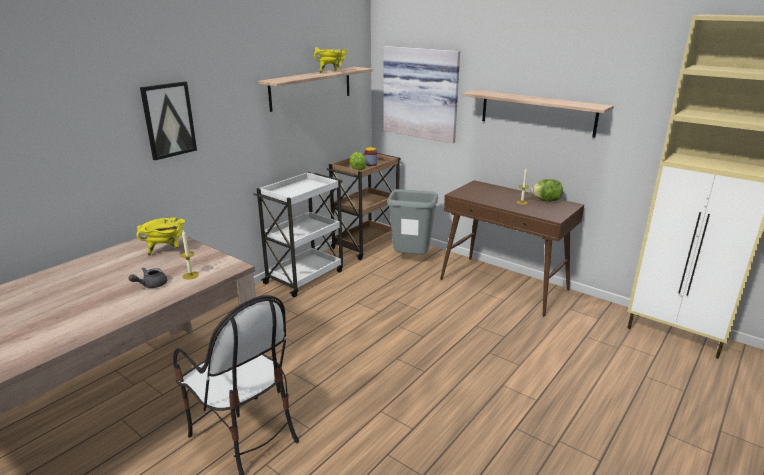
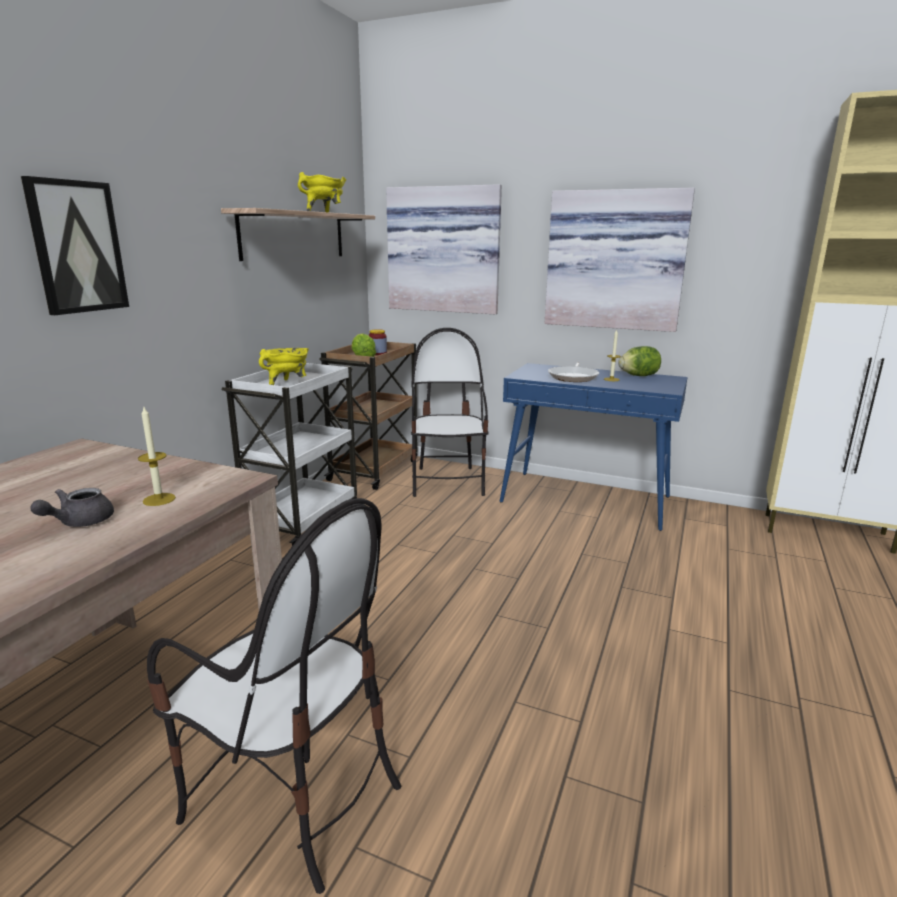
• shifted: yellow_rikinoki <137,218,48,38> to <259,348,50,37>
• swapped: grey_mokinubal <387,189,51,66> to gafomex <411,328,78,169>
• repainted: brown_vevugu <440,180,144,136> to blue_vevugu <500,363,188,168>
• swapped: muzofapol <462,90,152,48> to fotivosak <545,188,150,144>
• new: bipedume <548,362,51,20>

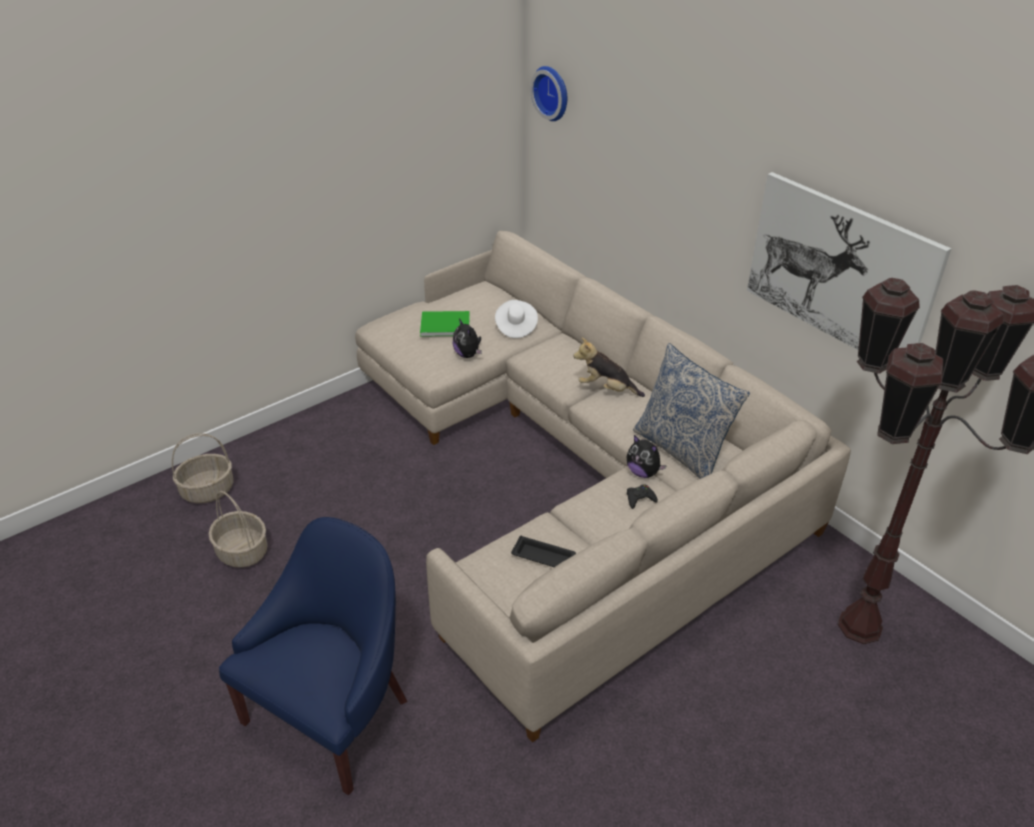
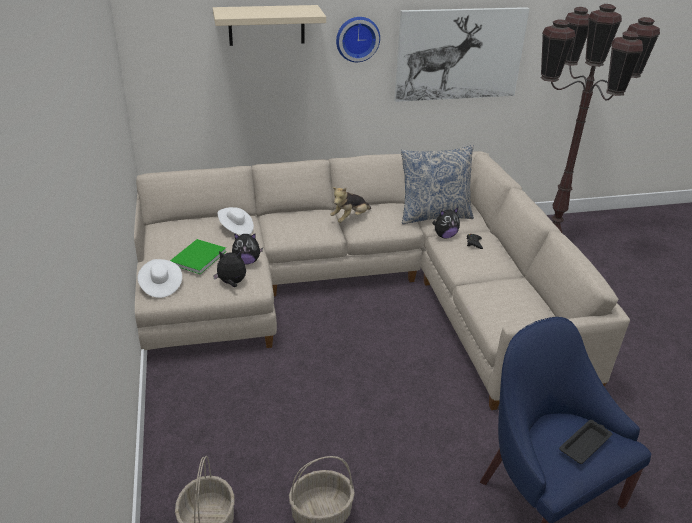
• shifted: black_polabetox <511,536,65,31> to <559,420,53,44>
• shifted: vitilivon <530,66,37,55> to <336,17,44,45>
• new: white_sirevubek <138,259,44,39>
• new: beige_muzofapol <213,5,113,41>
• new: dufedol <213,251,33,36>

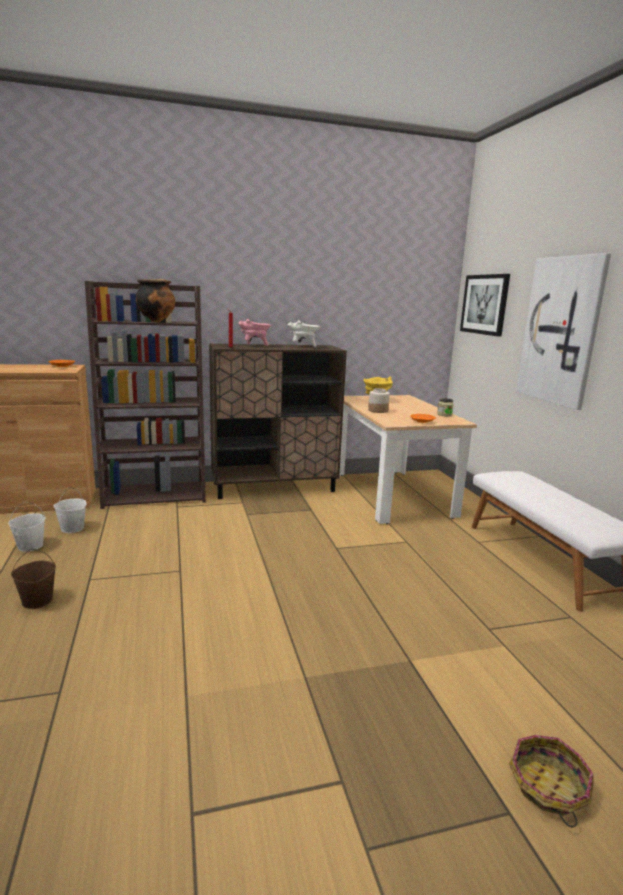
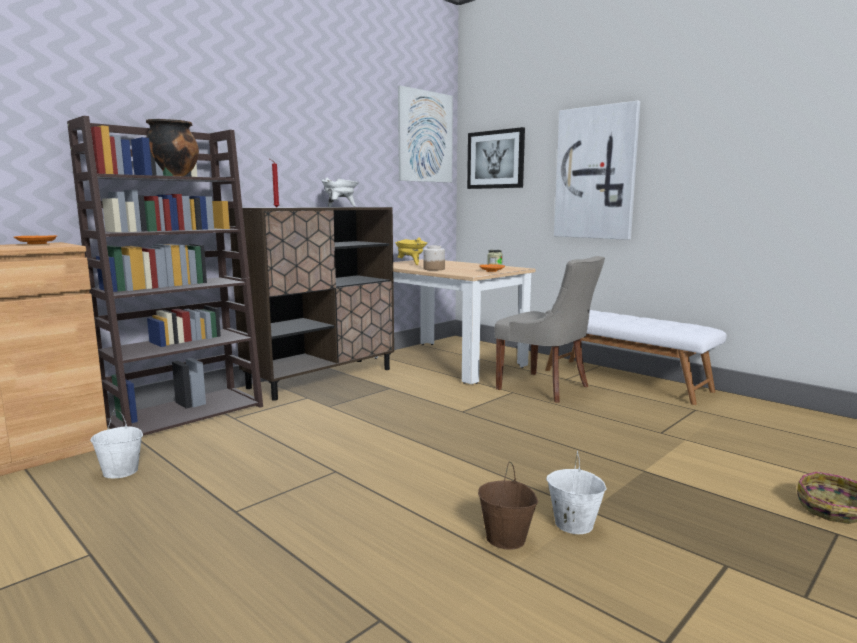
• shifted: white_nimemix <8,502,38,50> to <546,451,60,83>
• shifted: brown_nimemix <11,549,45,60> to <478,462,60,88>
• gone: pink_rikinoki <238,319,33,27>
• new: fotivosak <398,85,55,98>
• new: grey_gafomex <494,256,111,147>

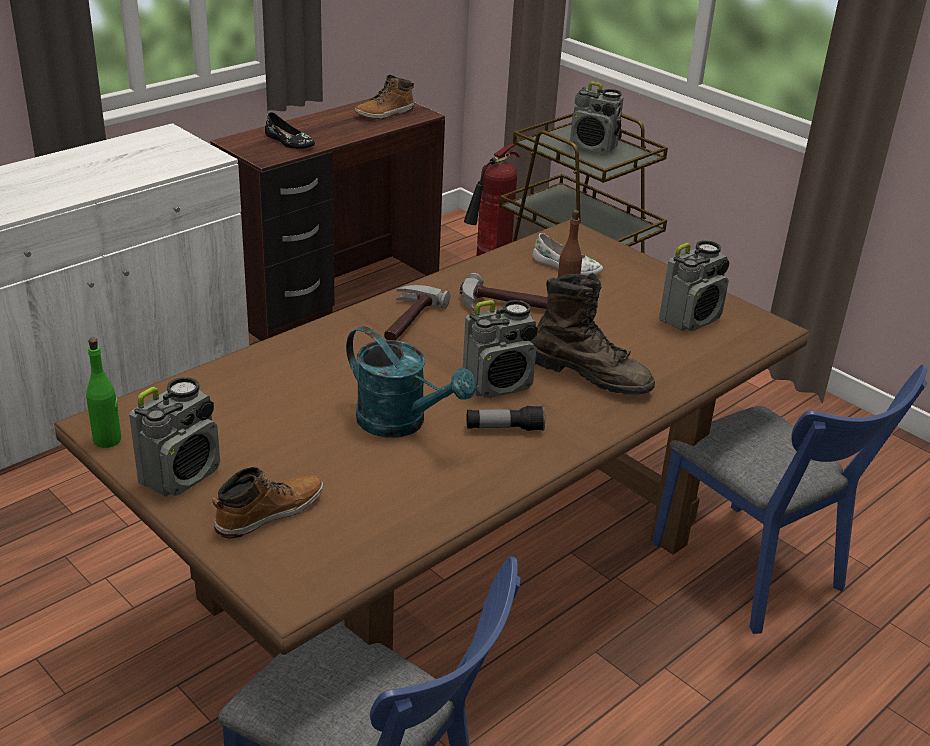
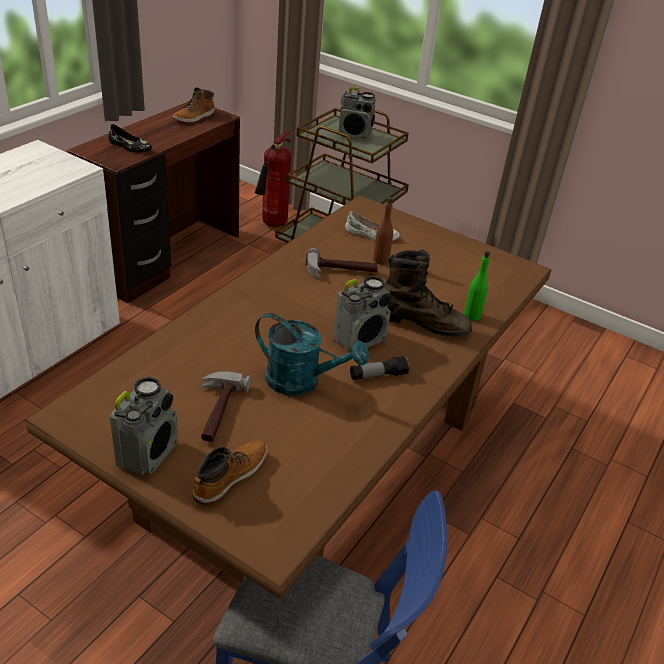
• shifted: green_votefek <86,338,36,110> to <464,250,26,71>
• shifted: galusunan <384,285,66,55> to <201,371,50,71>
• gone: blue_gafomex <652,365,276,269>
• gone: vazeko <659,240,70,91>

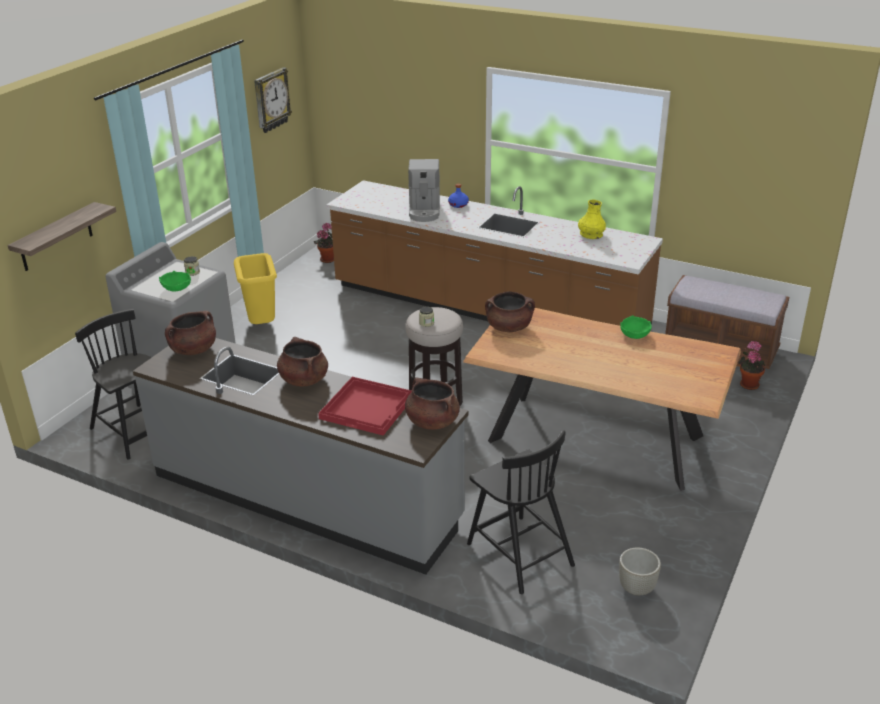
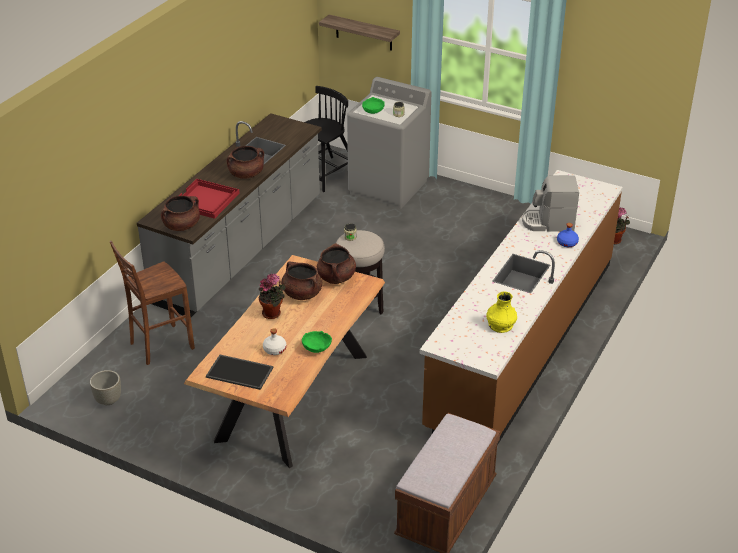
• shifted: brown_rikinoki <165,311,51,44> to <281,261,41,39>
• gone: yellow_mokinubal <234,253,43,71>
• gone: vitilivon <254,67,38,66>
• swapped: black_gafomex <467,430,108,164> to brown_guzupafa <110,241,85,124>
• shifted: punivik <739,341,26,49> to <259,273,27,46>
• new: polabetox <206,355,67,35>
• new: white_votefek <263,328,23,27>

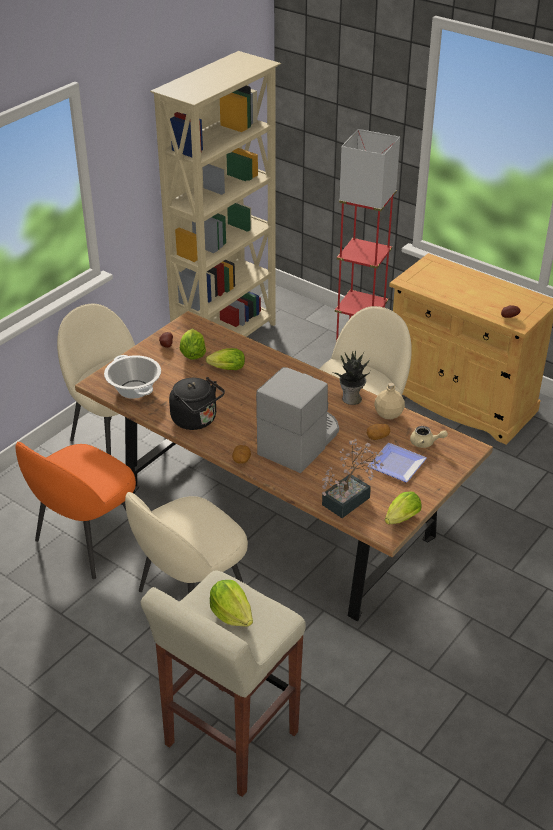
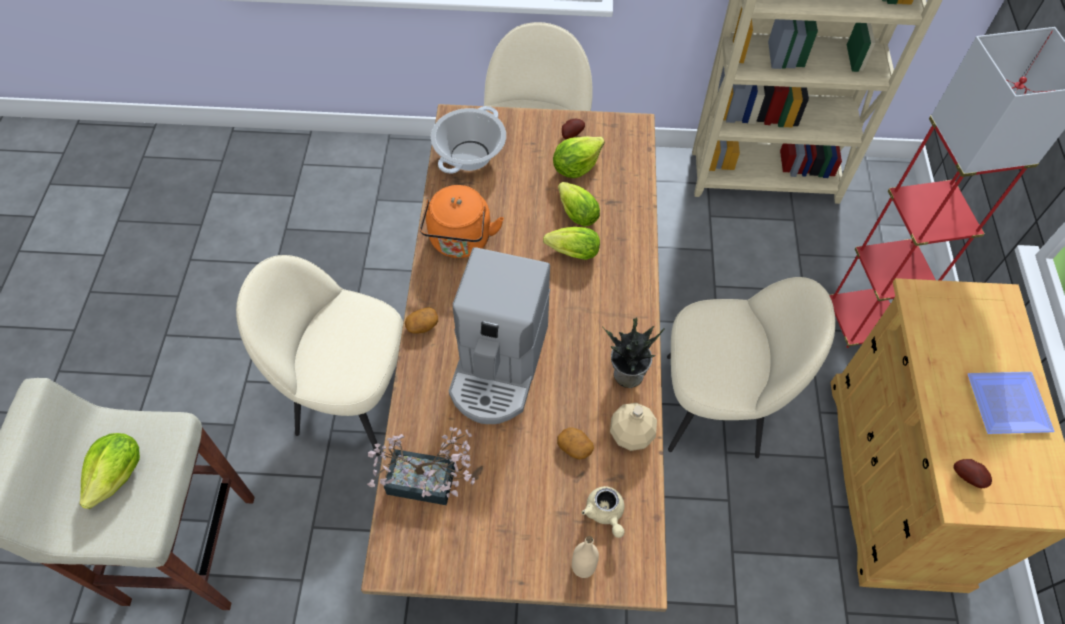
• gone: orange_gafomex <16,442,120,137>
• repainted: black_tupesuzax <169,377,56,53> to orange_tupesuzax <420,185,84,73>
• rotated: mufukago <256,367,83,106> = <449,247,101,177> 105 degrees clockwise
• shifted: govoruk <368,443,59,39> to <968,372,86,62>
• shifted: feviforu <385,491,37,33> to <543,227,57,33>
• new: beige_votefek <572,536,27,42>

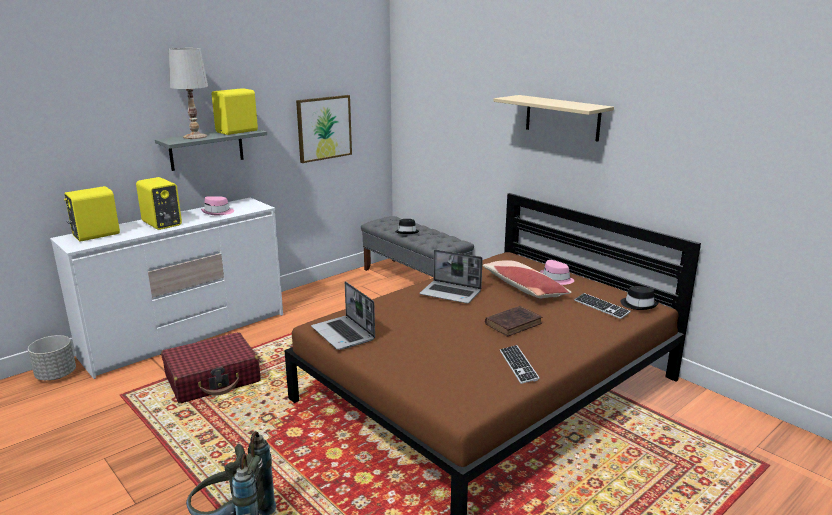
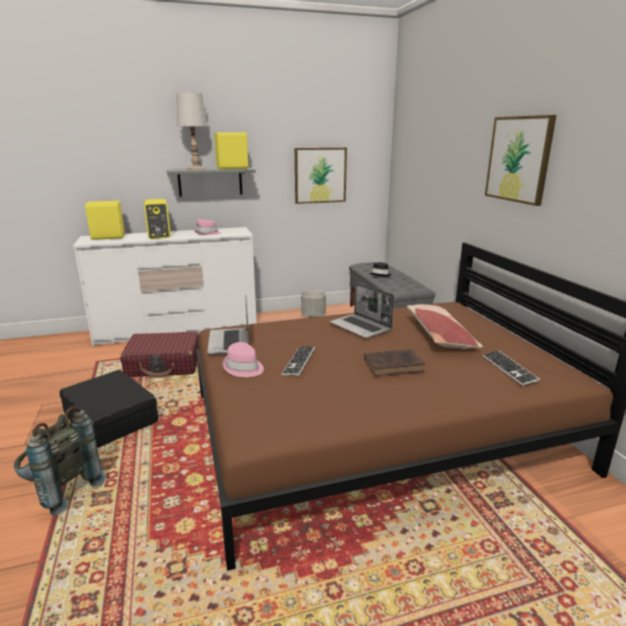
• shifted: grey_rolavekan <28,335,48,45> to <301,290,25,28>
• swapped: beige_muzofapol <494,95,120,47> to fotivosak <485,115,71,91>
• shifted: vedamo <500,345,40,39> to <281,346,34,30>
• shifted: pink_sirevubek <540,260,34,25> to <222,342,42,35>
• gone: black_sirevubek <621,286,37,24>
• new: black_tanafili <60,370,98,78>

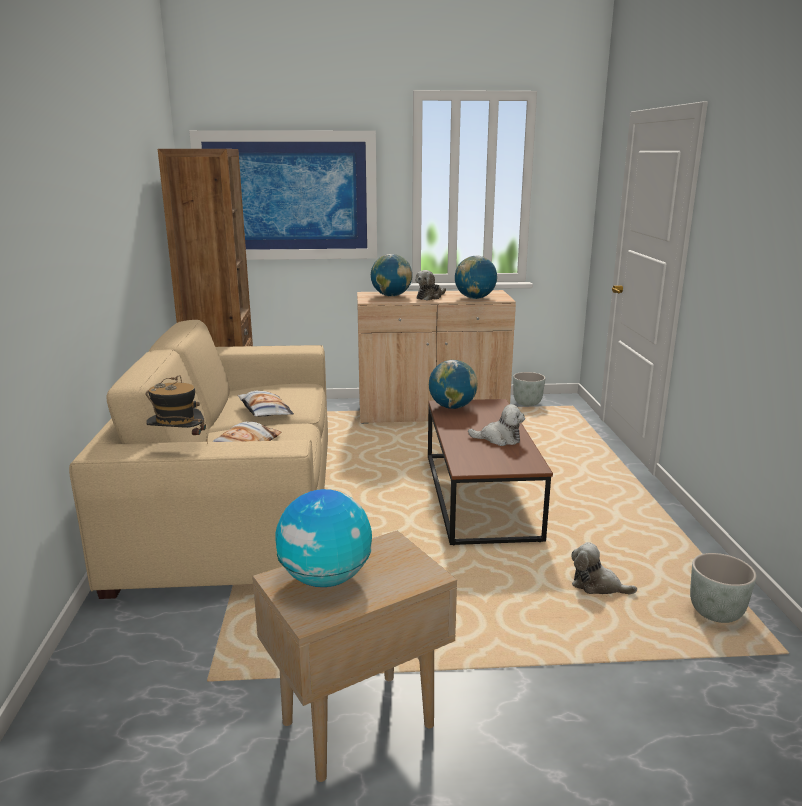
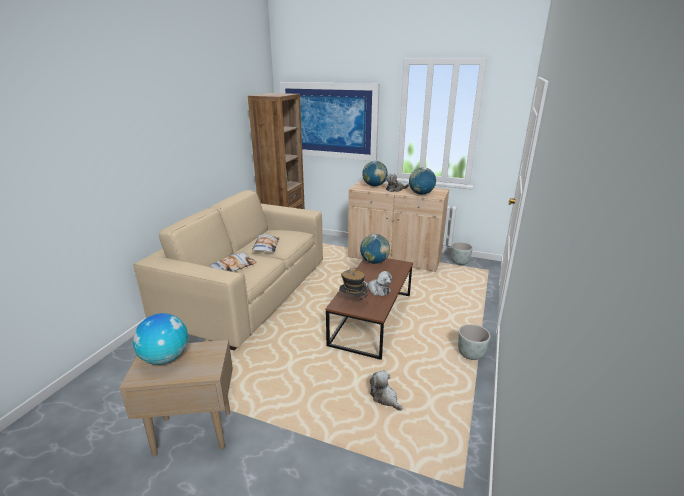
• shifted: sirevubek <145,375,63,69> to <339,267,29,35>
• shifted: grey_rolavekan <690,553,67,70> to <458,324,32,36>

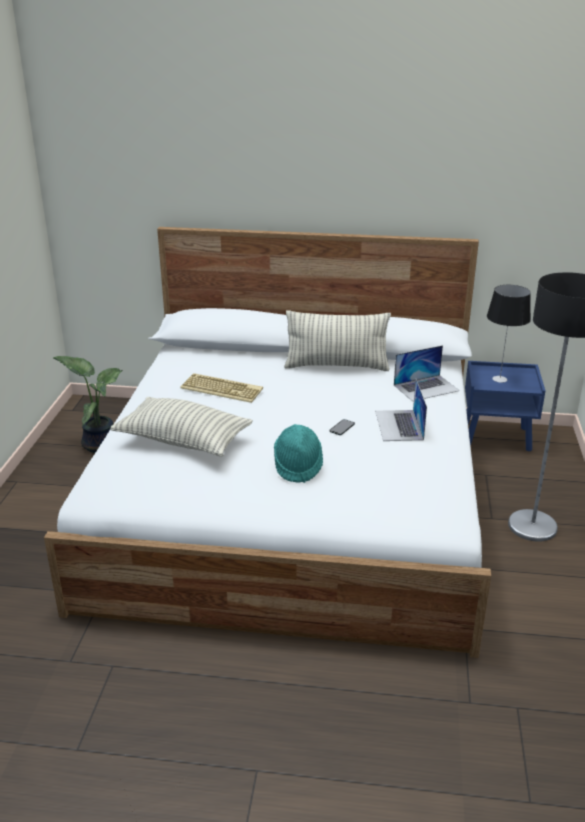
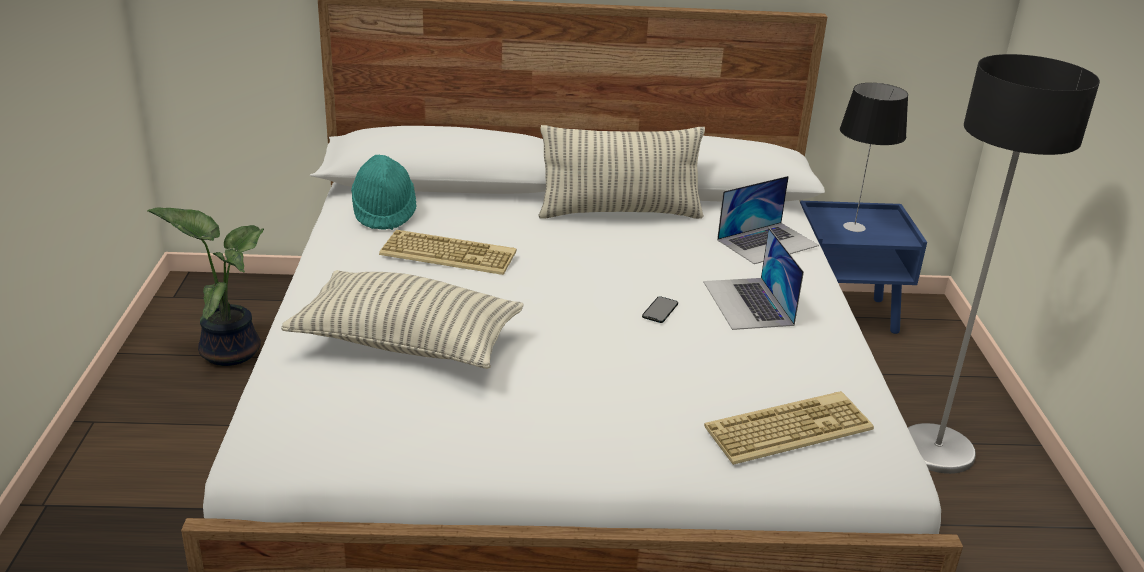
• shifted: turquoise_sirevubek <274,424,49,59> to <351,154,65,76>
• new: vedamo <704,391,170,74>

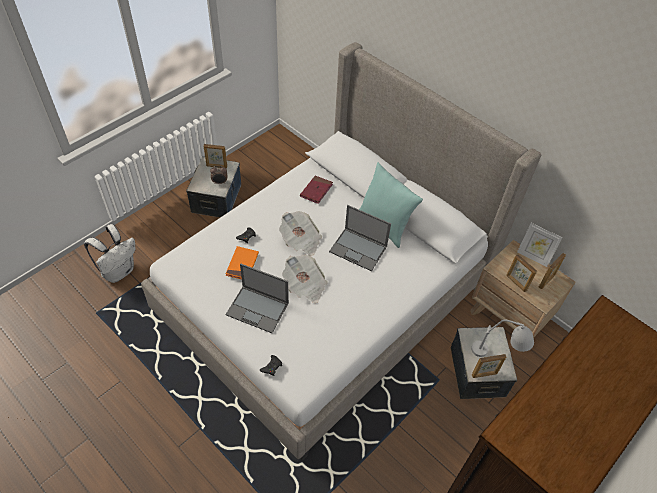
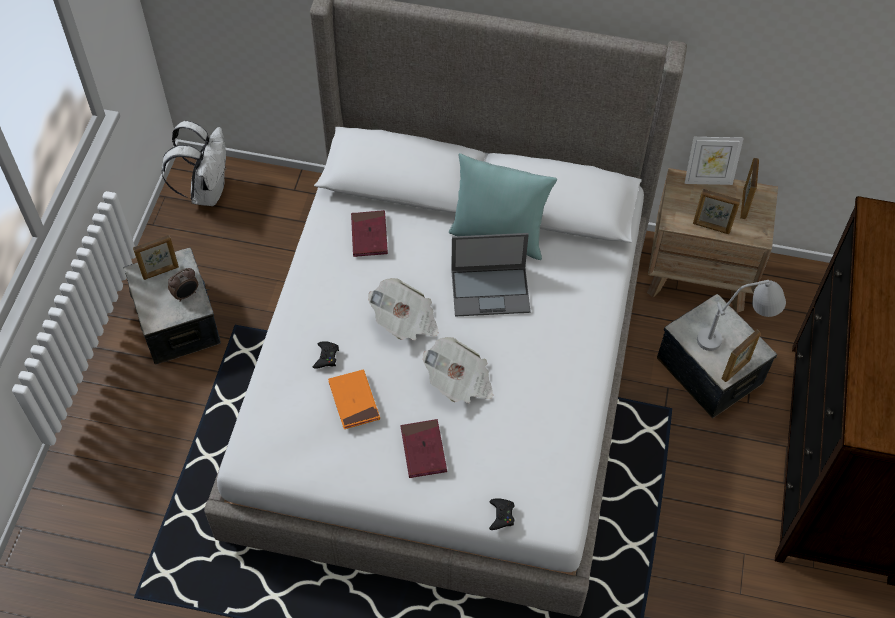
• shifted: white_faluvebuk <84,224,52,59> to <161,121,65,85>
• swapped: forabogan <225,264,64,69> to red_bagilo <400,419,47,59>

